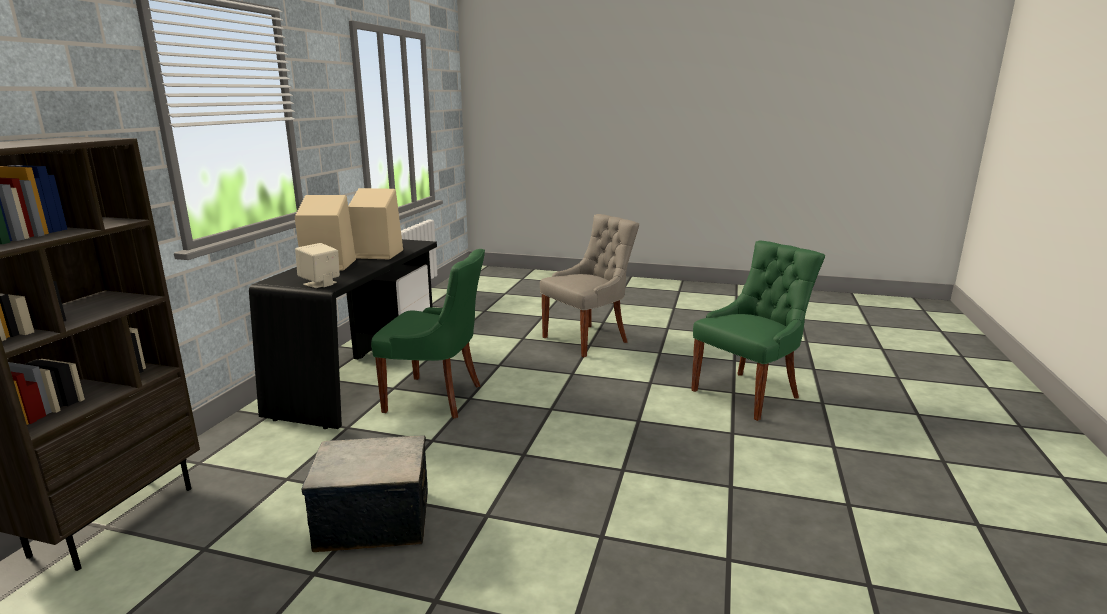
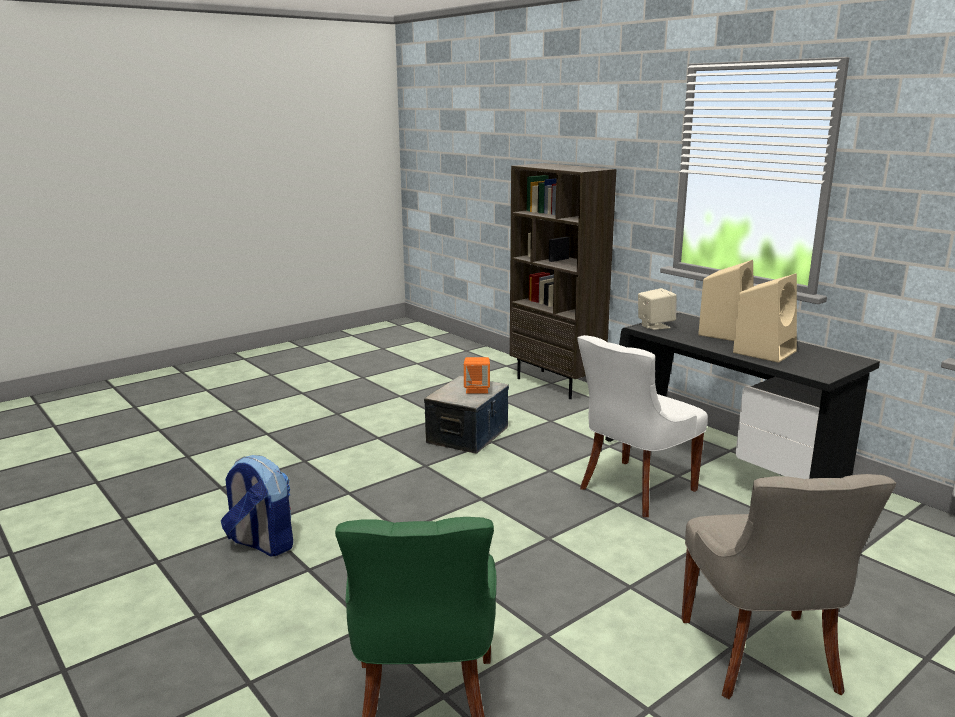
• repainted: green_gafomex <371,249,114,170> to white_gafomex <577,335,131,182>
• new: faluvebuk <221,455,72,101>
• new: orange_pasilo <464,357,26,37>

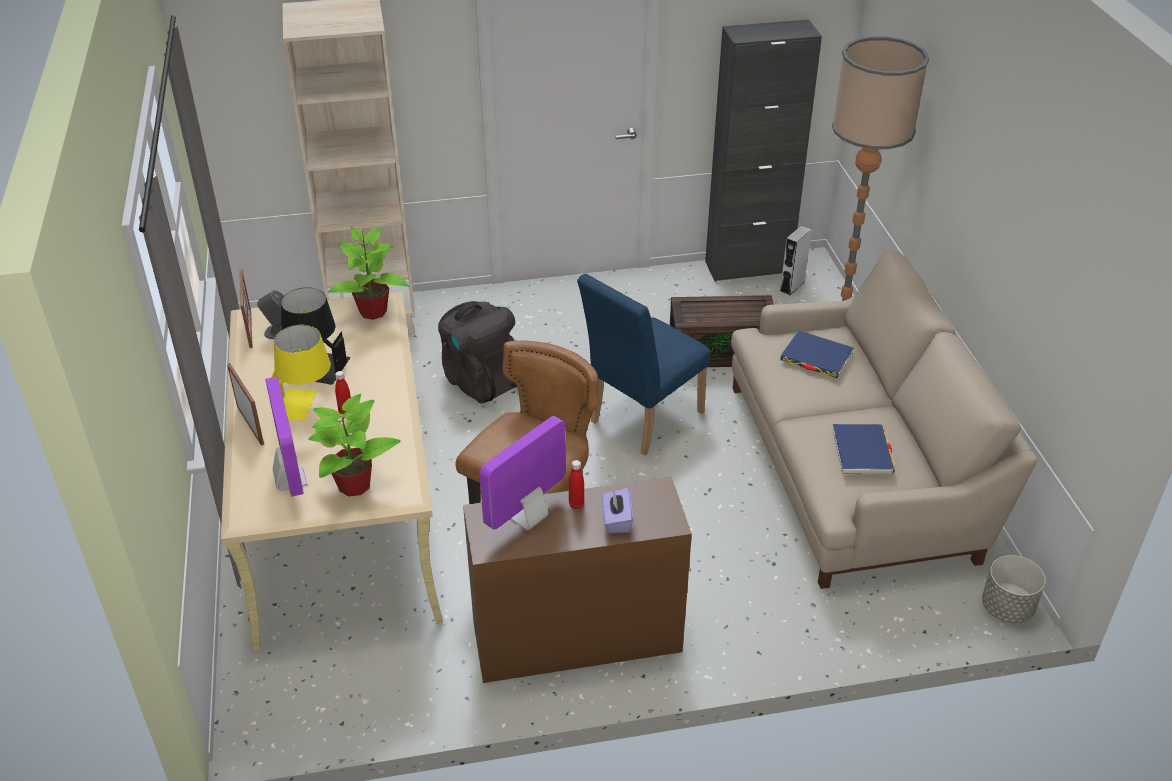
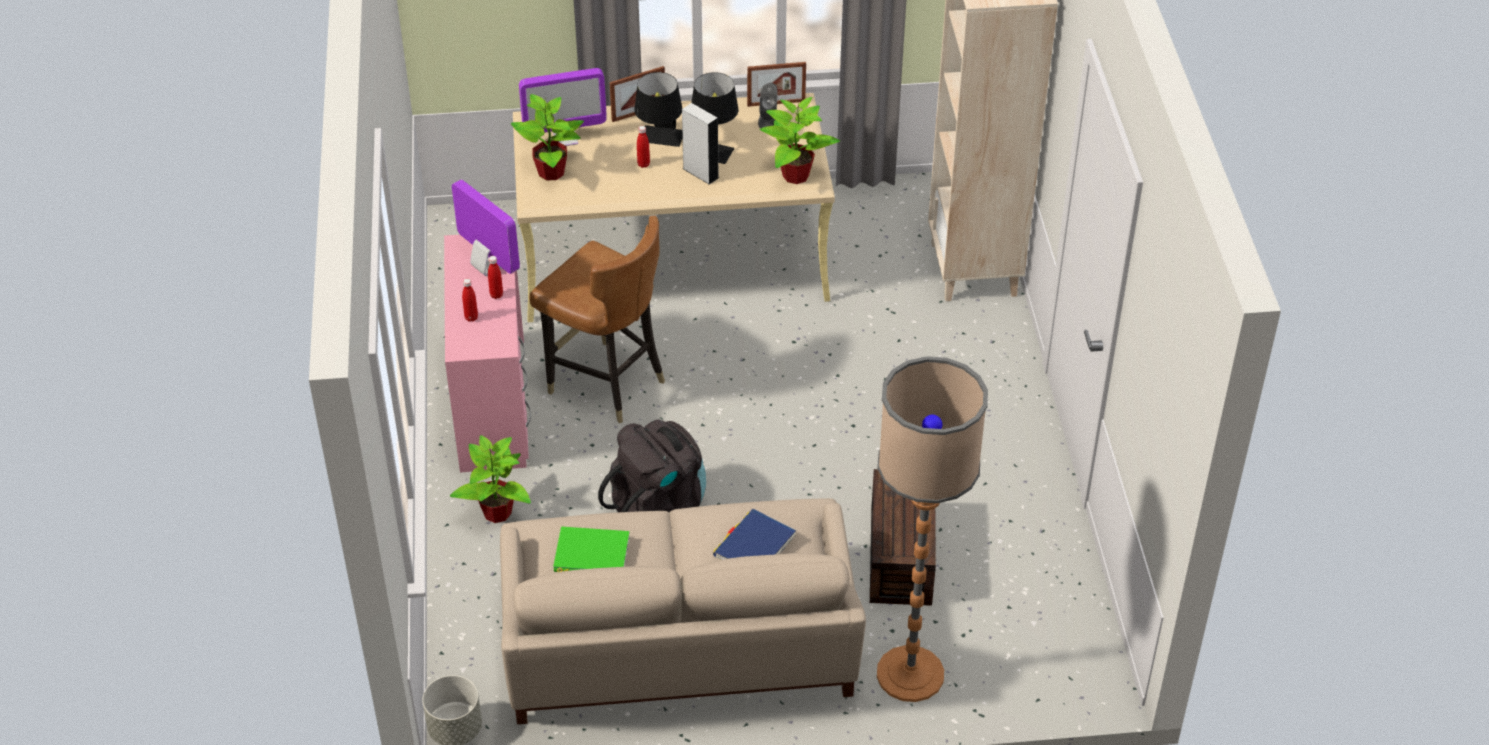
• repainted: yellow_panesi <270,325,61,96> to black_panesi <634,72,49,75>
• shifted: black_faluvebuk <438,301,79,102> to <598,420,108,92>
• repainted: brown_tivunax <463,477,229,206> to pink_tivunax <444,235,87,238>
• gone: blue_gafomex <577,274,134,181>
• swapped: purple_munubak <602,488,31,45> to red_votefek <462,278,16,44>
• gone: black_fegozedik <705,19,117,263>
• shifted: grey_pasilo <780,225,32,70> to <682,103,37,82>
• repainted: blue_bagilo <833,424,62,51> to green_bagilo <553,526,77,46>
• new: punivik <450,435,81,88>

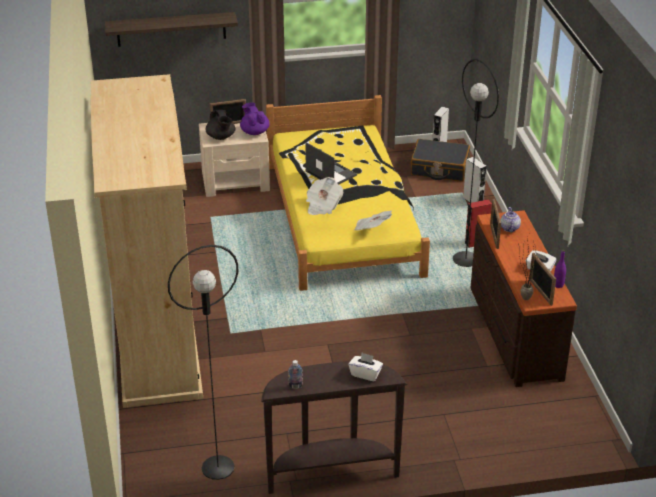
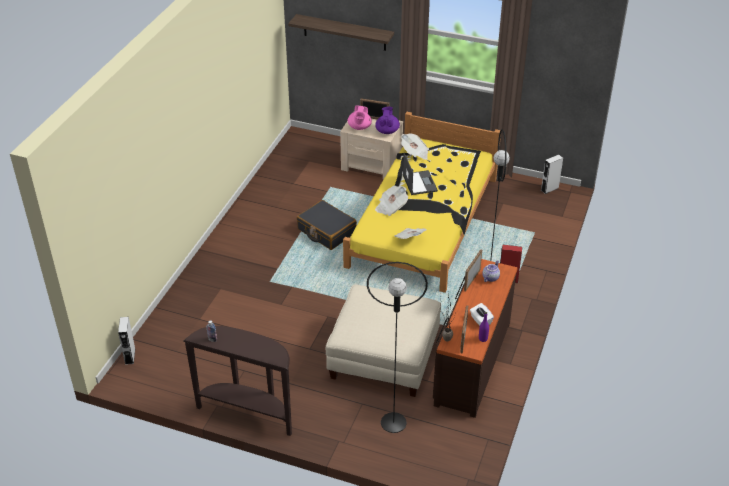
• gone: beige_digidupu <91,74,112,334>
• shifted: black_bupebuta <168,245,70,235> to <367,262,61,171>
• repainted: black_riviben <205,110,30,30> to pink_riviben <348,105,24,25>
• gone: white_munubak <348,352,35,29>
• shifted: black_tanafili <411,139,59,43> to <297,200,60,50>
• shifted: grey_pasilo <463,157,24,46> to <118,317,17,48>
• new: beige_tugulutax <326,284,115,113>
• new: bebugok <401,133,28,27>

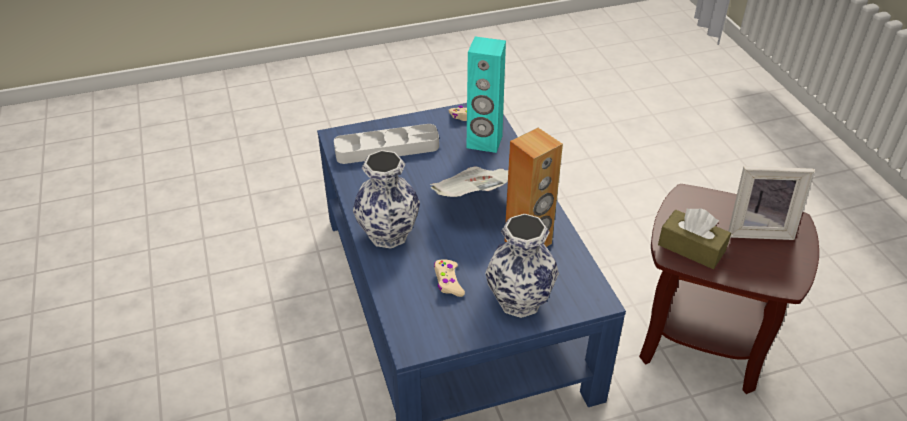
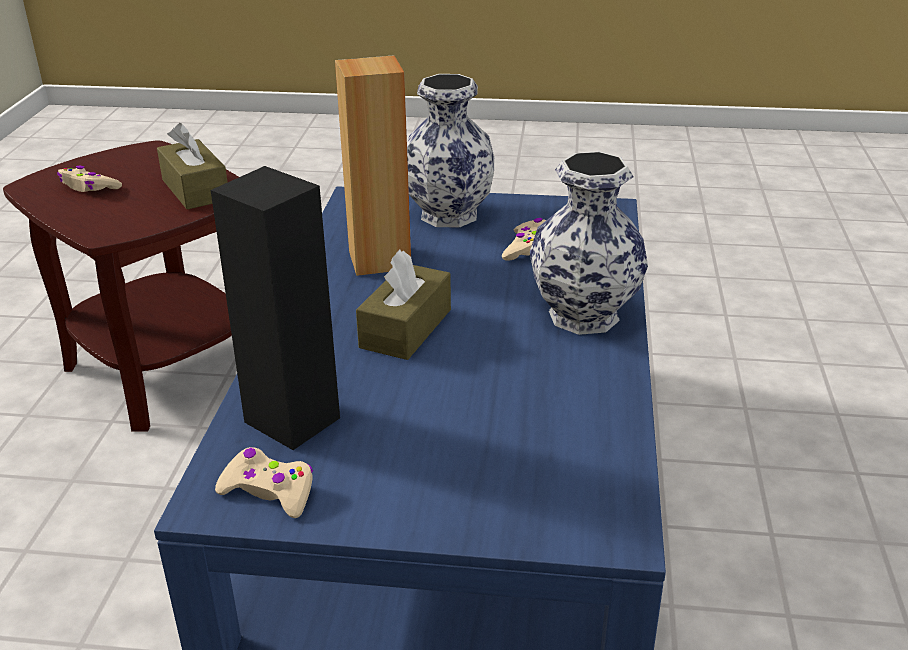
• gone: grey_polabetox <334,124,105,40>
• swapped: bebugok <430,166,78,31> to brown_munubak <356,249,95,111>
• repainted: turquoise_pasilo <467,37,39,116> to black_pasilo <211,166,129,284>
• swapped: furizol <729,166,85,74> to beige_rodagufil <57,166,65,26>

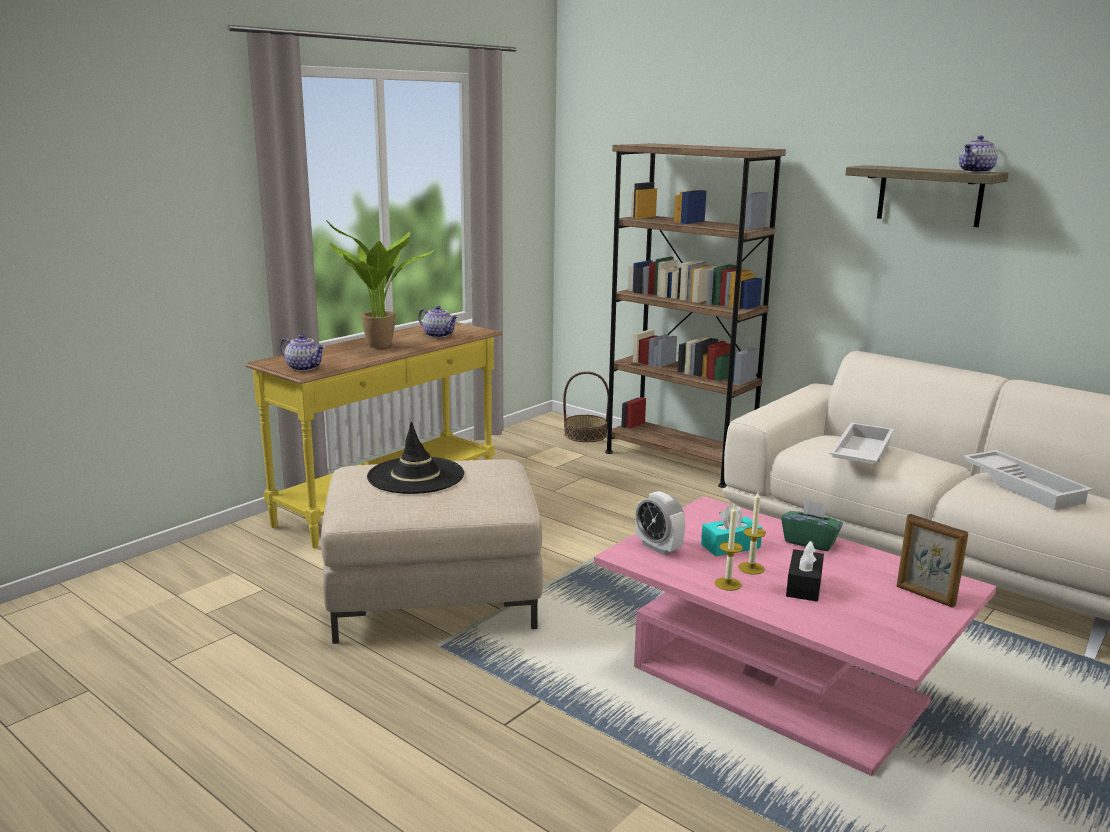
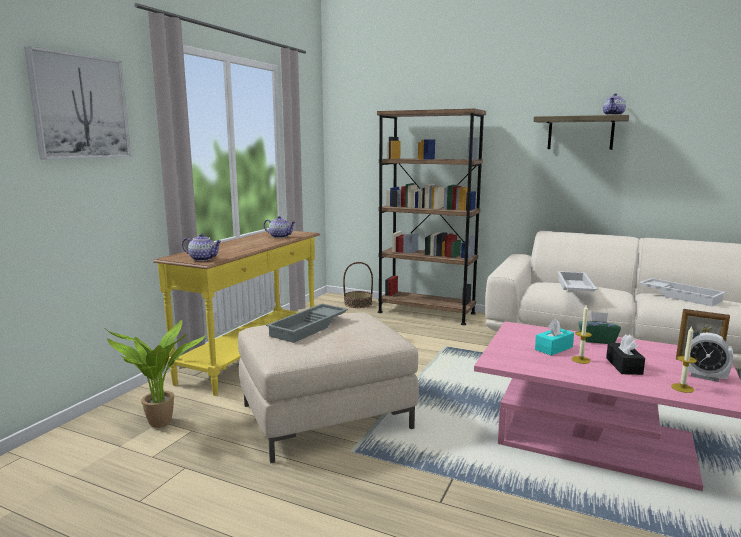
• shifted: punivik <326,220,108,128> to <106,320,100,108>
• swapped: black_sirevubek <367,421,97,73> to grey_polabetox <266,303,82,40>
• shifted: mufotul <635,491,50,64> to <684,332,49,50>
• shifted: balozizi <715,504,28,87> to <671,326,26,67>
• new: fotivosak <24,46,107,113>

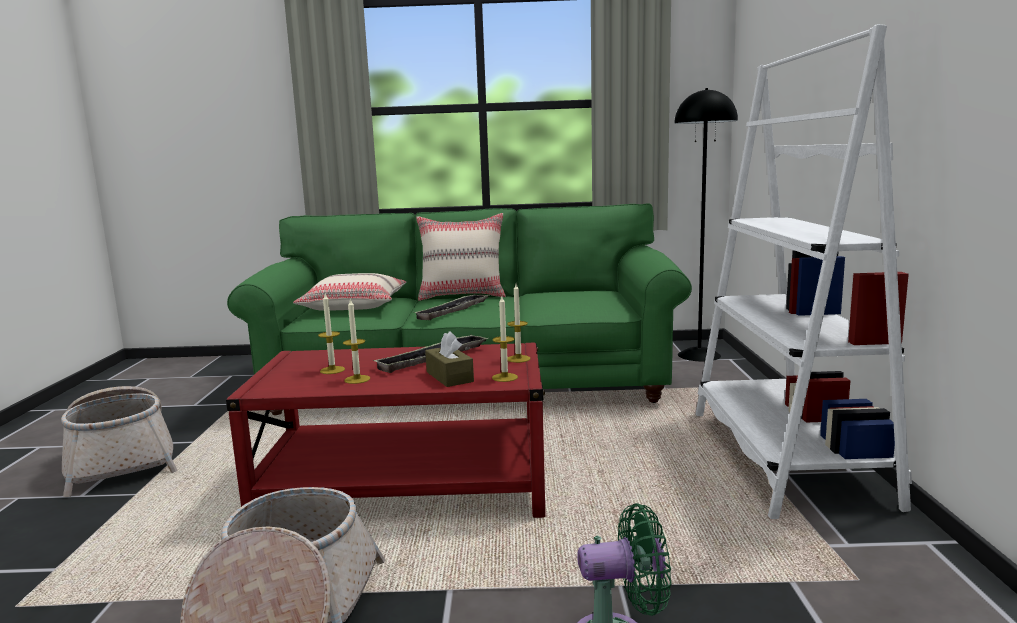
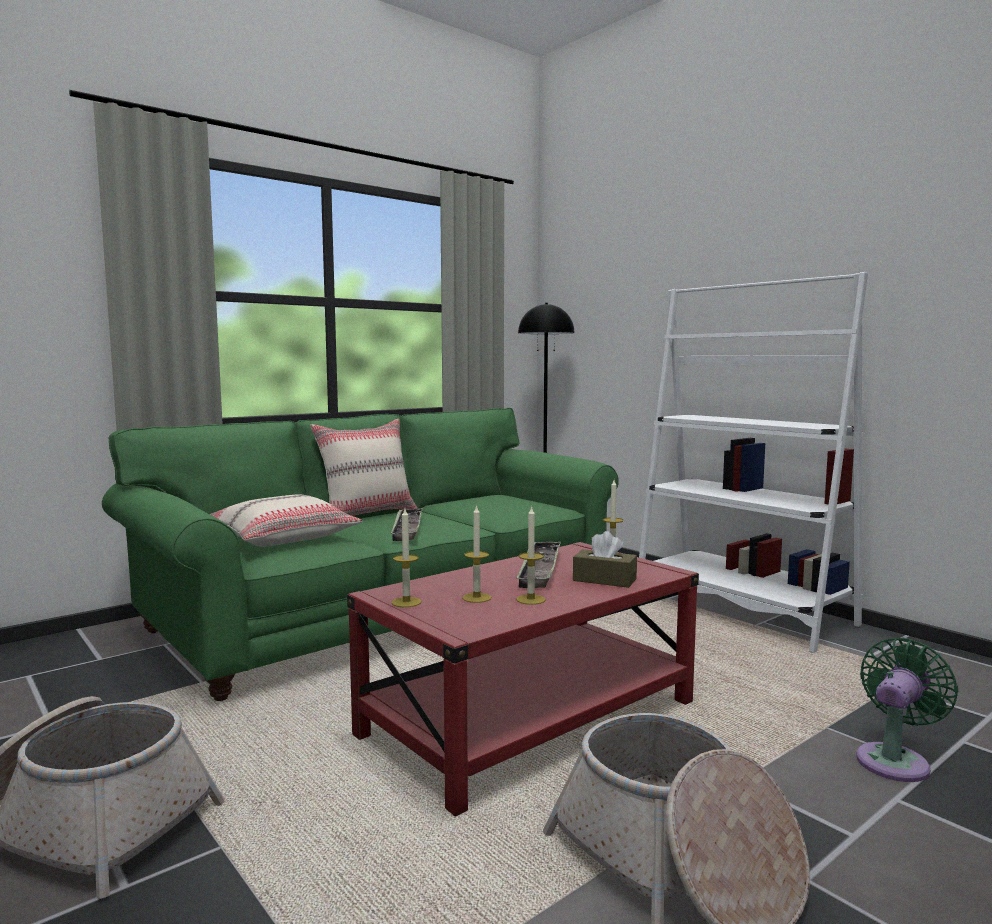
• shifted: balozizi <492,296,26,86> to <392,509,29,98>

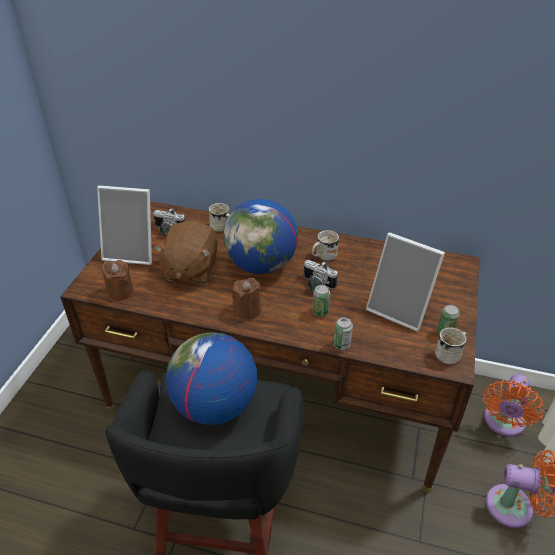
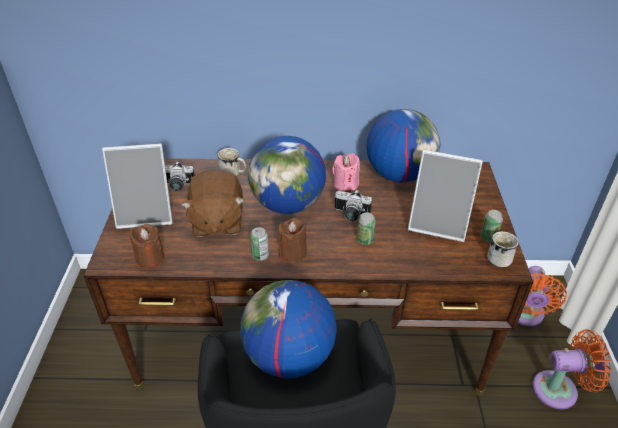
• swapped: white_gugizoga <312,230,27,31> to pink_balozizi <332,153,28,39>
• shifted: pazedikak <333,317,20,33> to <250,227,19,34>
• new: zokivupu <366,109,74,73>

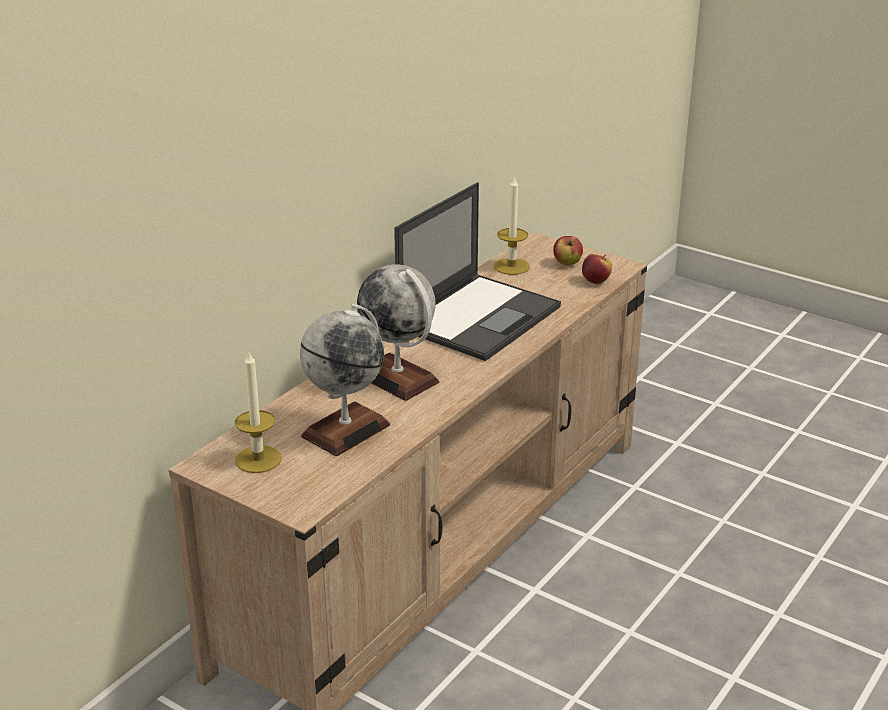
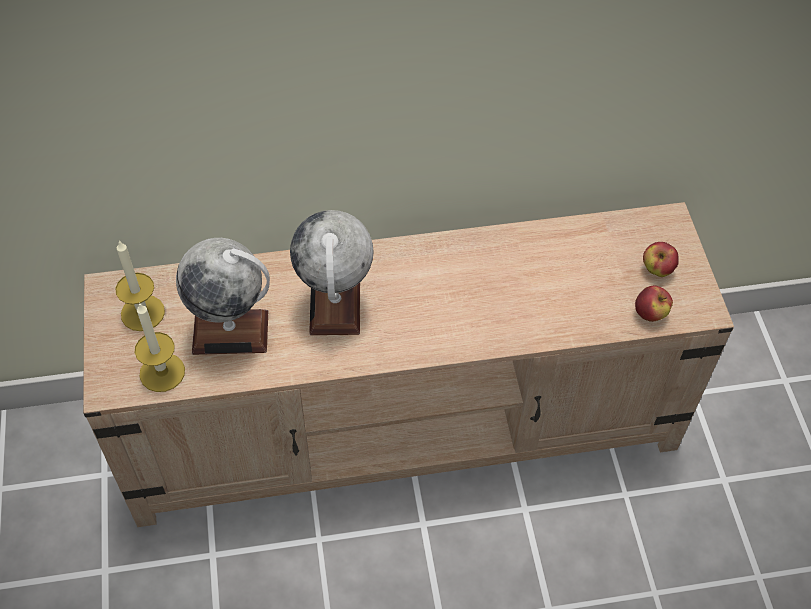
• gone: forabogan <394,182,167,179>
• shifted: balozizi <494,175,36,100> to <135,302,50,90>

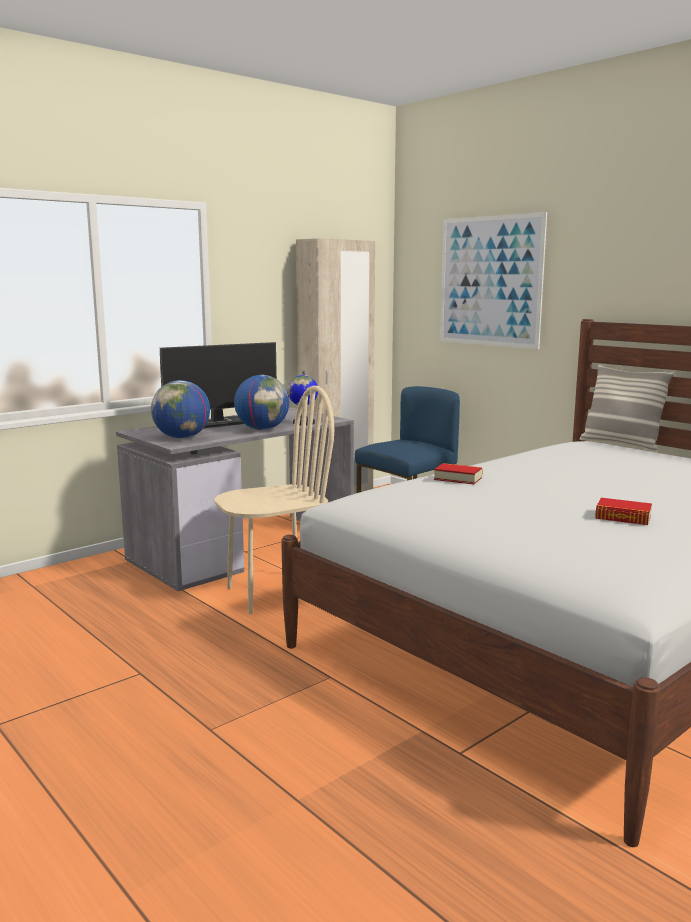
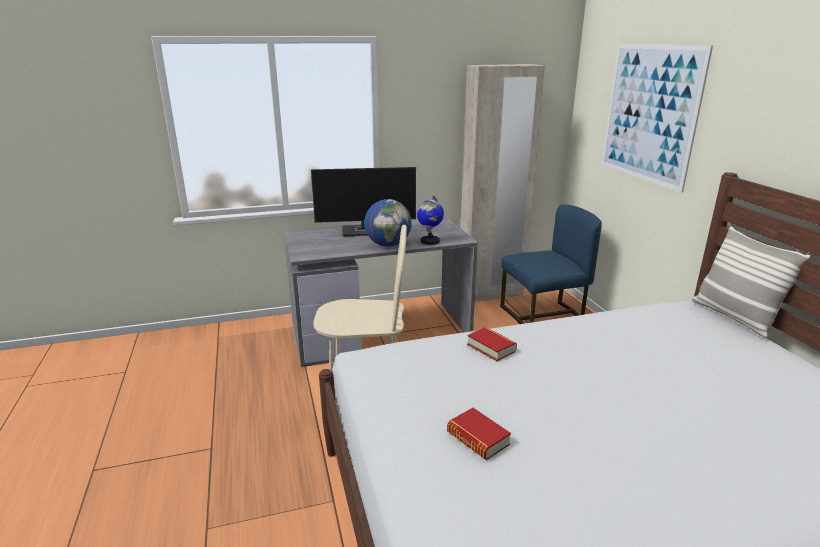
• gone: zokivupu <151,380,59,58>
• shifted: bagilo <595,498,57,27> to <447,408,64,52>

